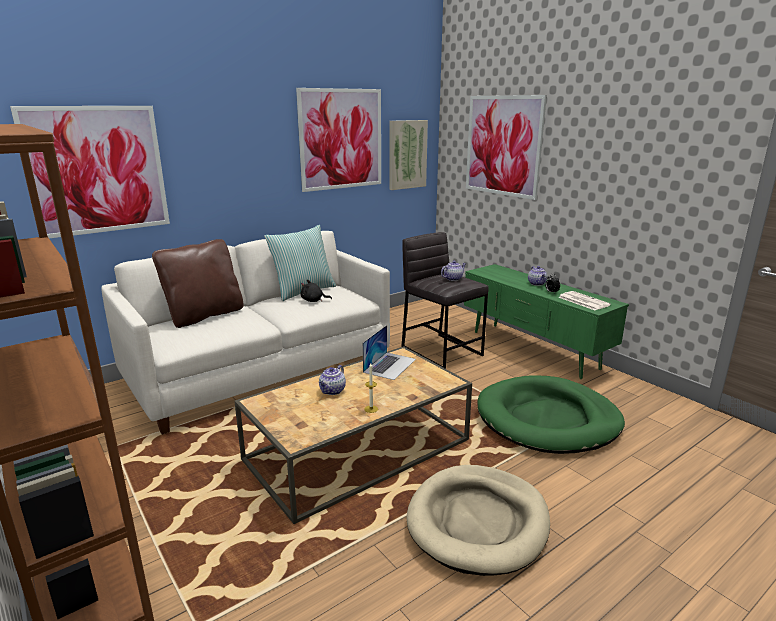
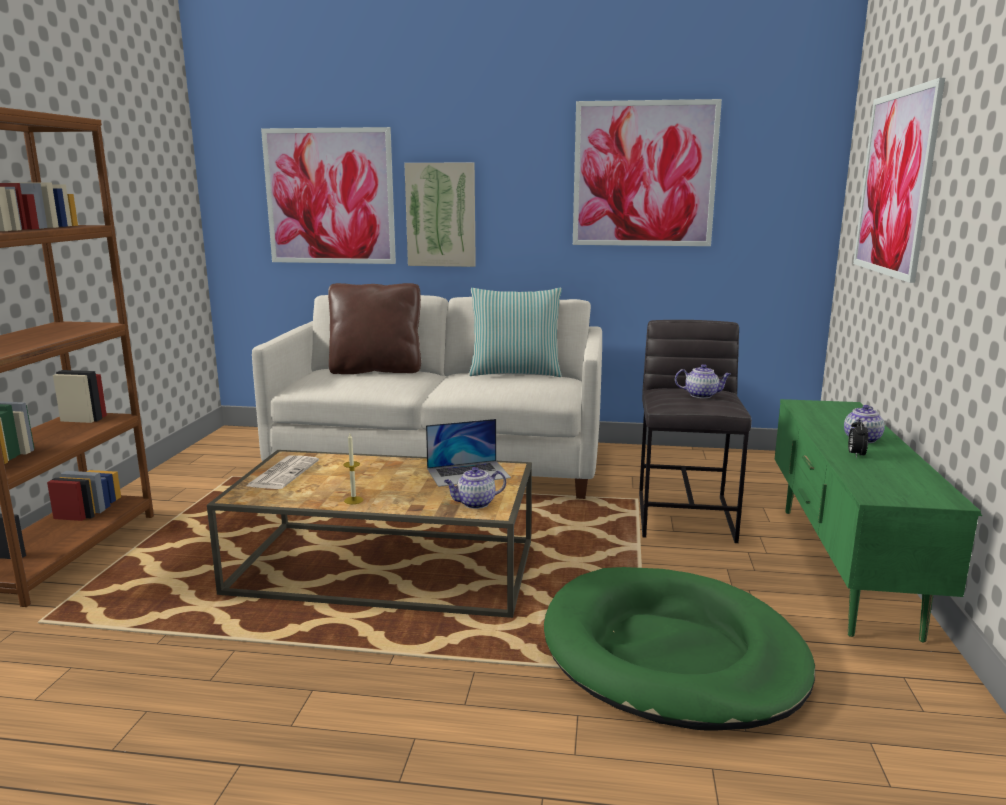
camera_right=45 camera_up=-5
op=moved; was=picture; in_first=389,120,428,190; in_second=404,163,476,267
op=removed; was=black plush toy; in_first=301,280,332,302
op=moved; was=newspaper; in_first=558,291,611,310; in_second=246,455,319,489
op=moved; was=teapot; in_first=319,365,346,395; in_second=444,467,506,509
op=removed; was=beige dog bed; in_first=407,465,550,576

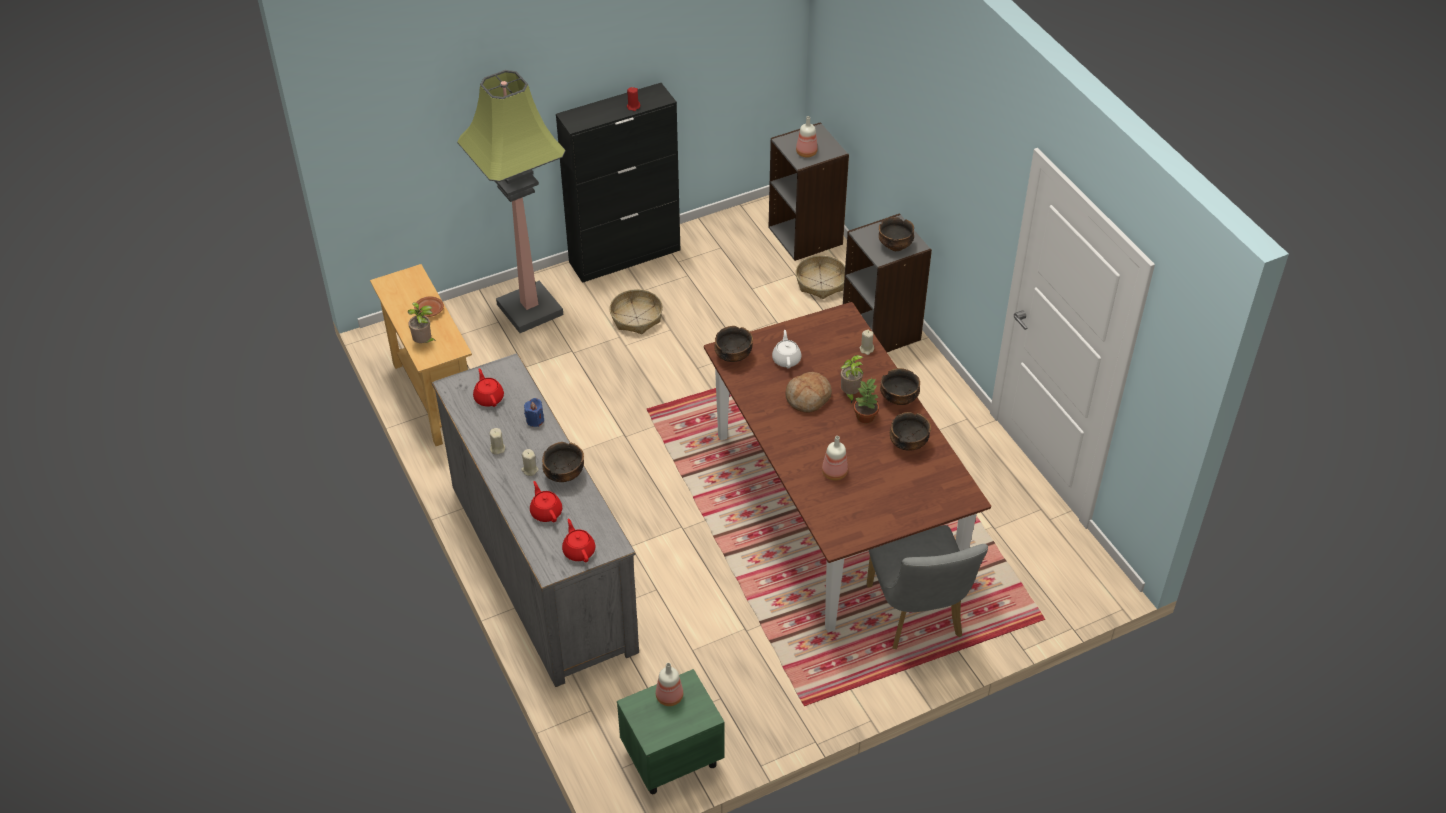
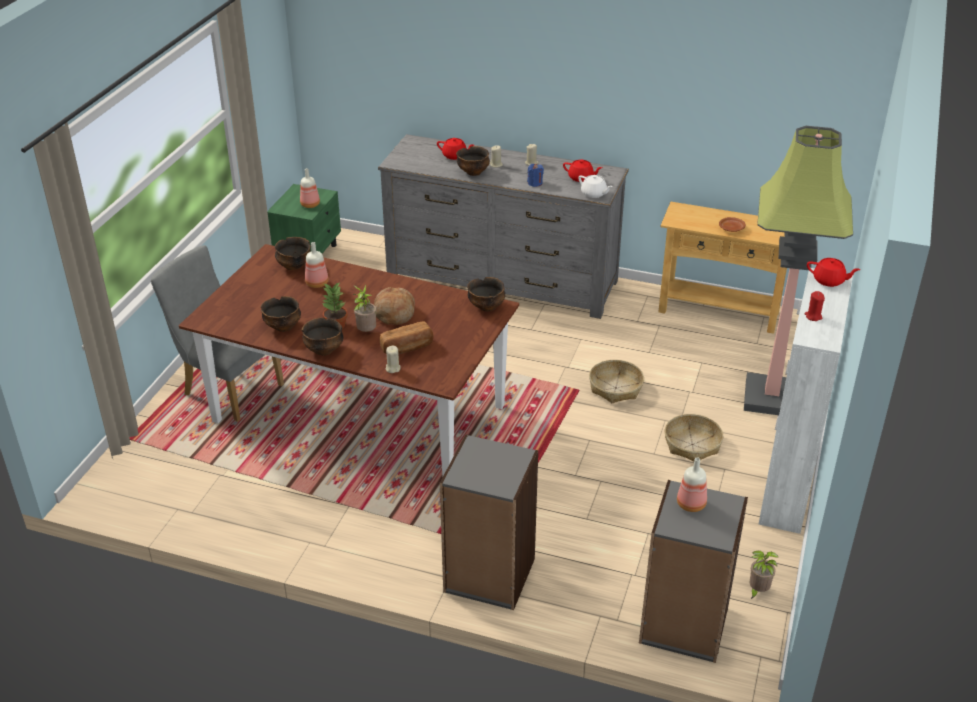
camera_right=135 camera_up=-10
op=recoloured; was=black cabinet; now=white cabinet; in_first=556,83,680,283; in_second=759,268,853,534
op=moved; was=bowl; in_first=879,217,914,251; in_second=275,237,311,270
op=moved; was=basket; in_first=796,255,845,299; in_second=589,360,644,403
op=moved; was=potted plant; in_first=408,302,437,343; in_second=750,551,779,599
op=moved; was=white teapot; in_first=772,330,801,369; in_second=578,175,613,198
op=moved; was=red teapot; in_first=562,519,595,562; in_second=807,258,860,287
op=added; now=bread; in_second=380,322,434,354

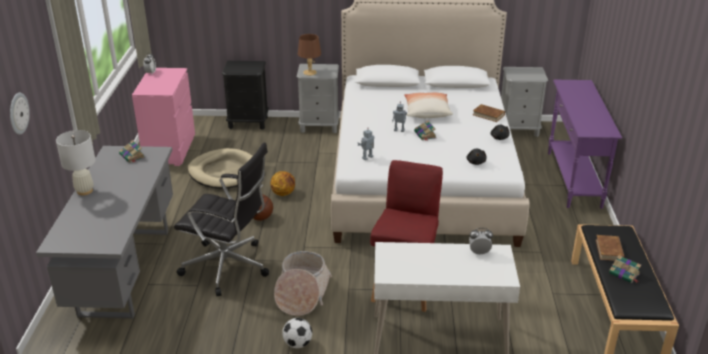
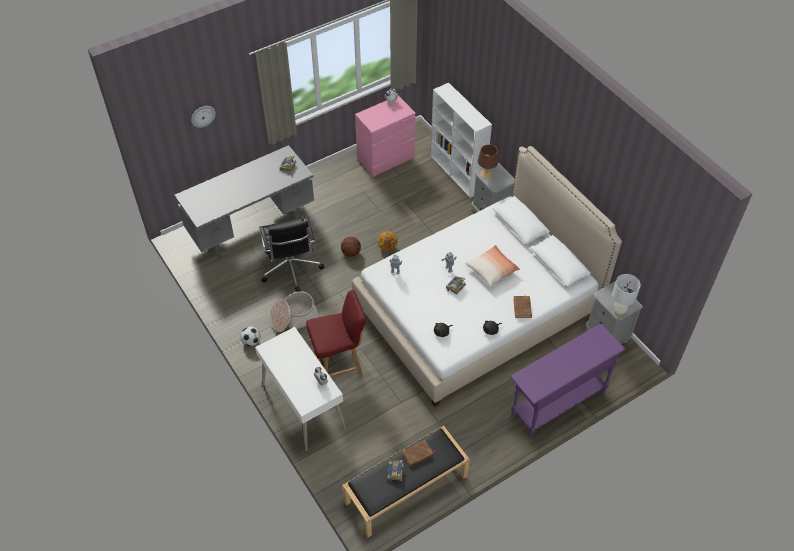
camera_right=55 camera_up=20
op=replaced; was=black nightstand; now=white bookcase; in_first=222,61,269,130; in_second=430,83,492,198
op=moved; was=white table lamp; in_first=56,130,96,195; in_second=612,274,641,316
op=removed; was=beige dog bed; in_first=188,148,253,189

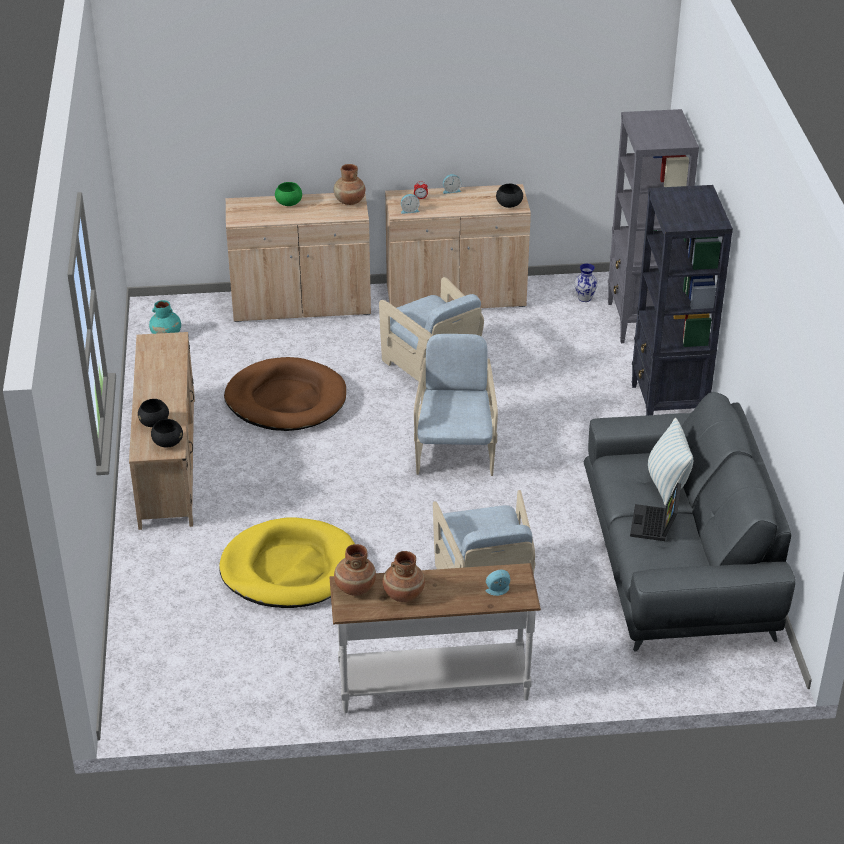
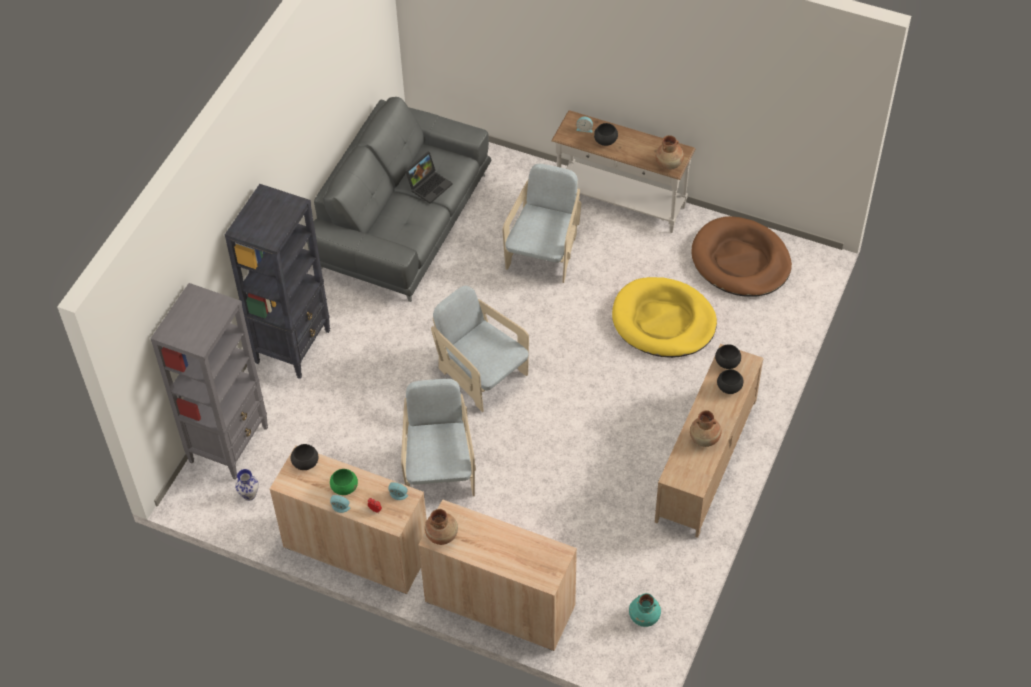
camera_right=-150 camera_up=15
op=moved; was=green bowl; in_first=275,182,302,206; in_second=330,469,358,495
op=turned; was=beige armchair; in_first=414,334,498,476; in_second=431,285,529,412; clockwise=105
op=moved; was=brown dog bed; in_first=224,357,346,431; in_second=691,216,792,297
op=removed; was=pillow; in_first=648,418,693,506
op=moved; was=brown vase; in_first=383,551,425,602; in_second=690,410,721,447
op=added; now=black bowl; in_second=594,123,618,146

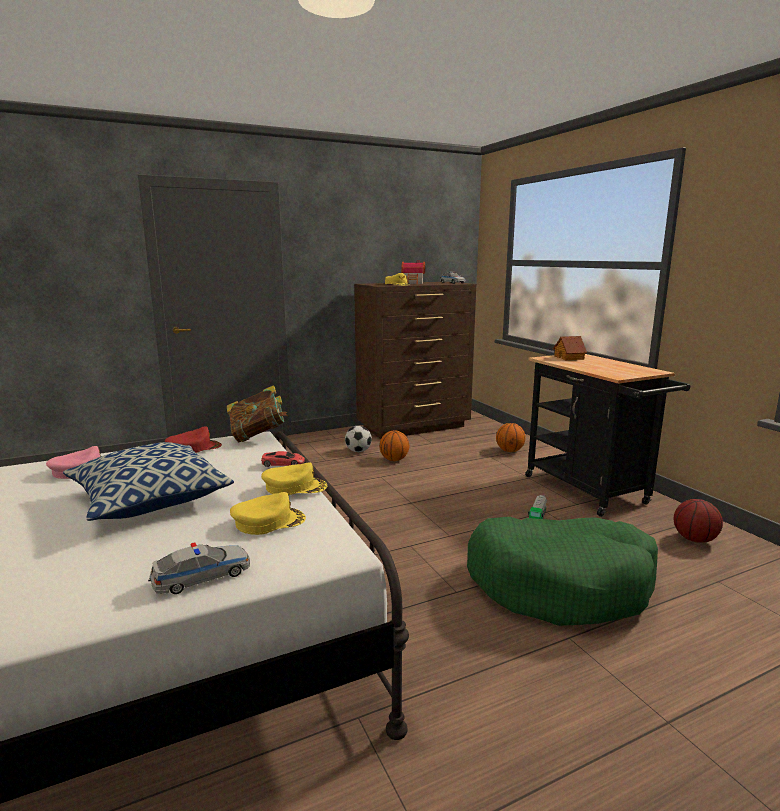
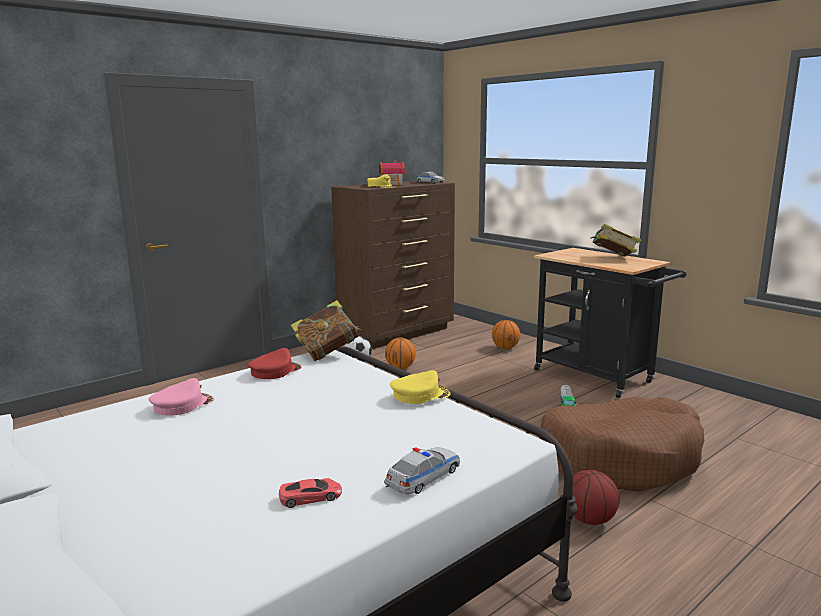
camera_right=-15 camera_up=0
op=removed; was=toy house; in_first=553,336,587,360
op=removed; was=pillow; in_first=63,442,234,521
op=moved; was=red toy car; in_first=261,451,305,467; in_second=279,478,342,508
op=removed; was=yellow cap; in_first=230,492,306,535
op=moved; was=basketball; in_first=674,499,723,543; in_second=573,470,620,525
op=recoloured; was=green dog bed; now=brown dog bed; in_first=467,517,658,626; in_second=539,396,704,492
op=added; now=book; in_second=590,224,641,256

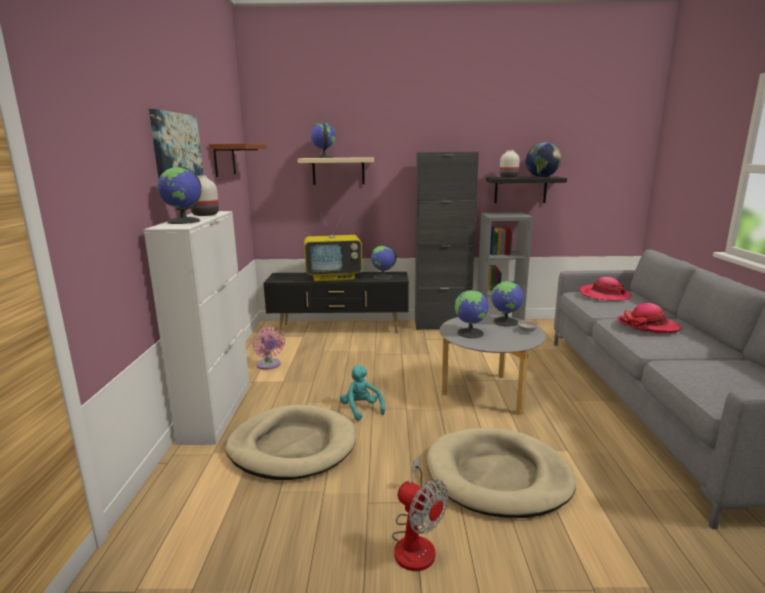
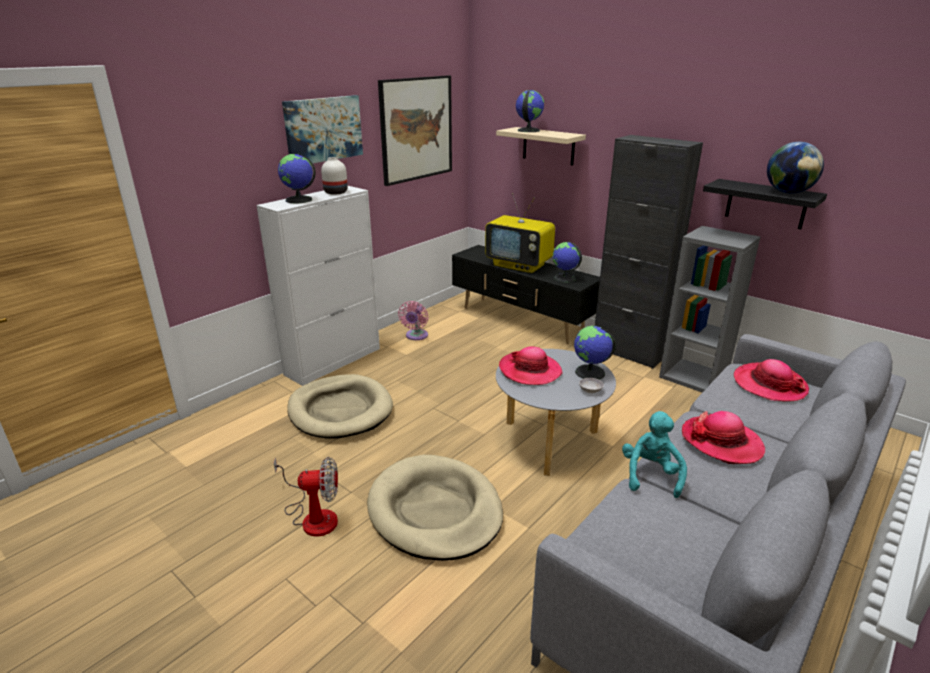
camera_right=40 camera_up=10
op=replaced; was=brown shelf; now=picture; in_first=209,144,267,177; in_second=378,75,452,186
op=removed; was=white vase; in_first=500,150,520,178
op=replaced; was=globe; now=hat; in_first=455,289,489,338; in_second=499,346,563,385
op=moved; was=turquoise plush toy; in_first=340,365,385,421; in_second=622,411,687,498
op=turned; was=fan; in_first=392,457,448,571; in_second=274,457,338,537; clockwise=-90

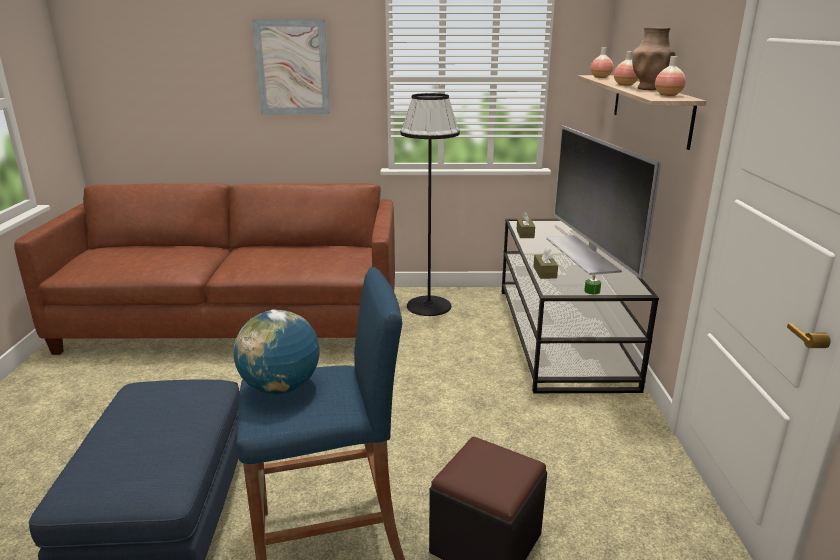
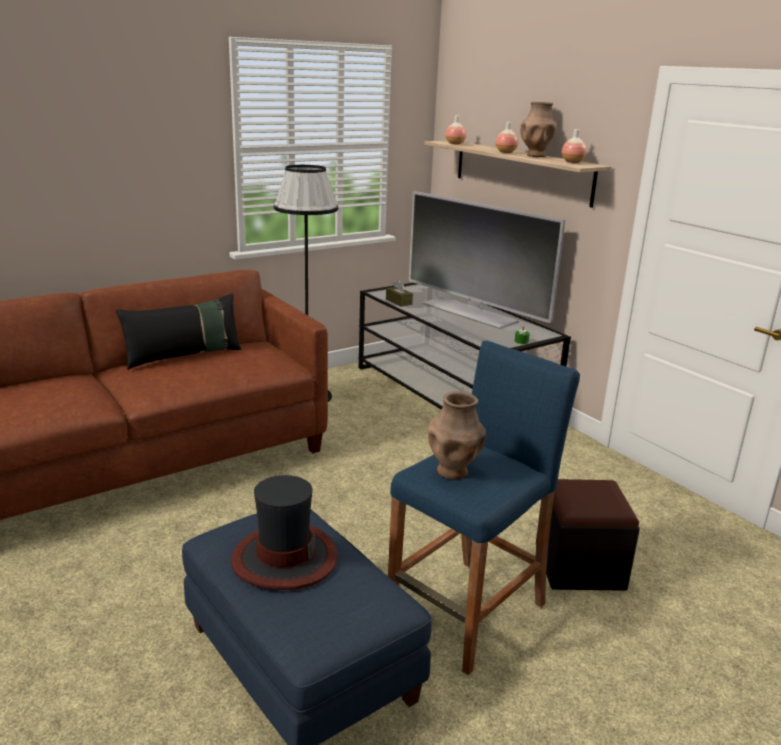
camera_right=-35 camera_up=0
op=removed; was=picture; in_first=252,20,330,114
op=removed; was=brown tissue box; in_first=534,247,558,279
op=replaced; was=globe; now=brown vase; in_first=234,309,320,394; in_second=428,392,486,480
op=added; now=black pillow; in_second=116,293,241,370
op=added; now=hat; in_second=231,475,338,590

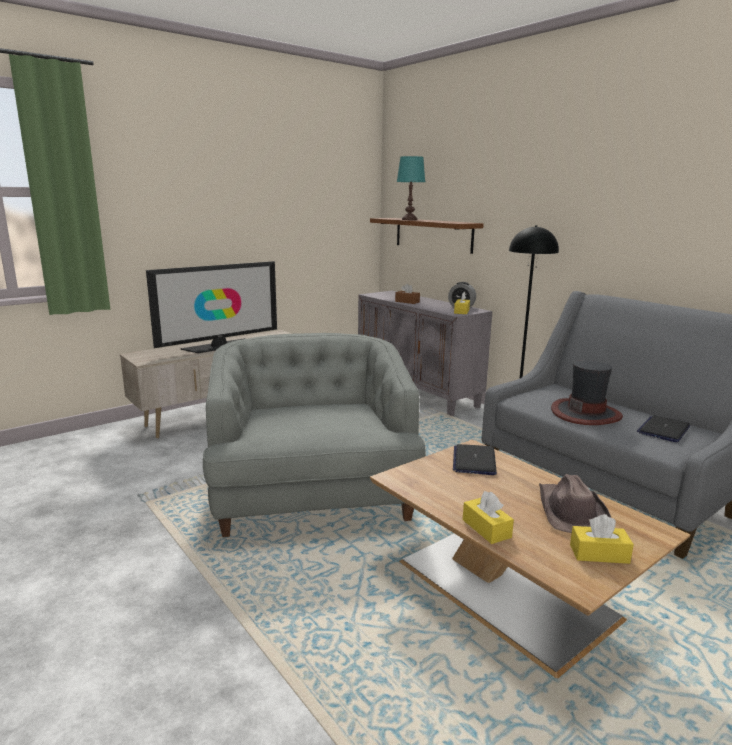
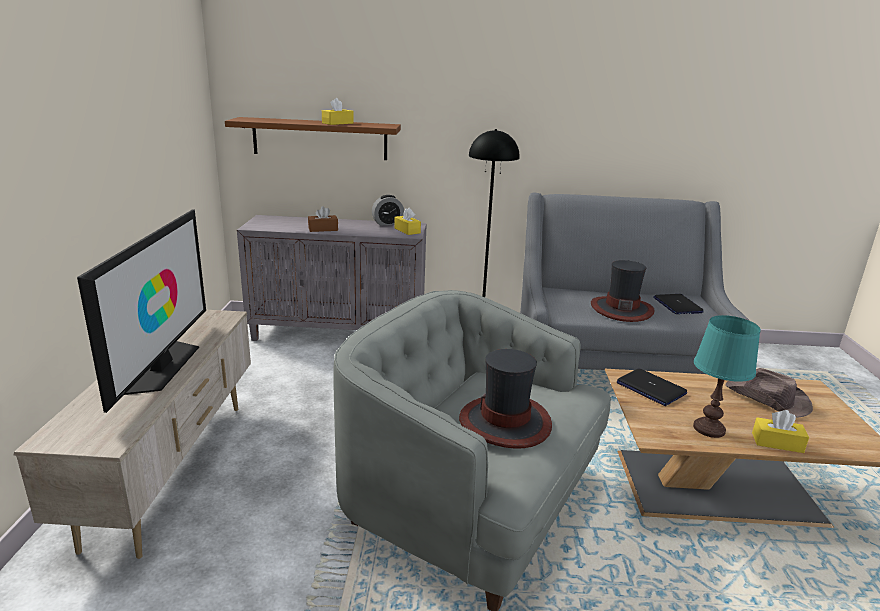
camera_right=-50 camera_up=5
op=moved; was=turquoise table lamp; in_first=397,156,425,220; in_second=693,315,761,438
op=moved; was=yellow tissue box; in_first=570,514,634,564; in_second=322,98,354,125
op=added; now=hat; in_second=459,349,552,449

